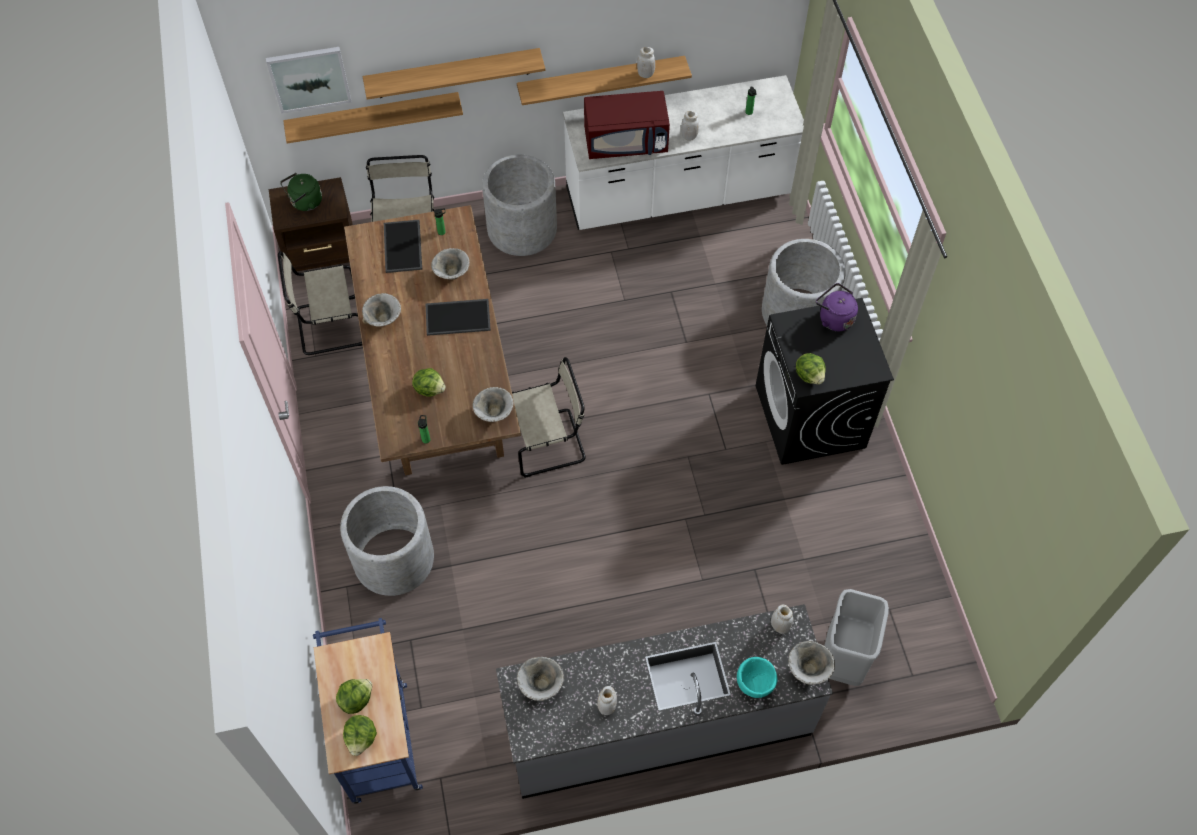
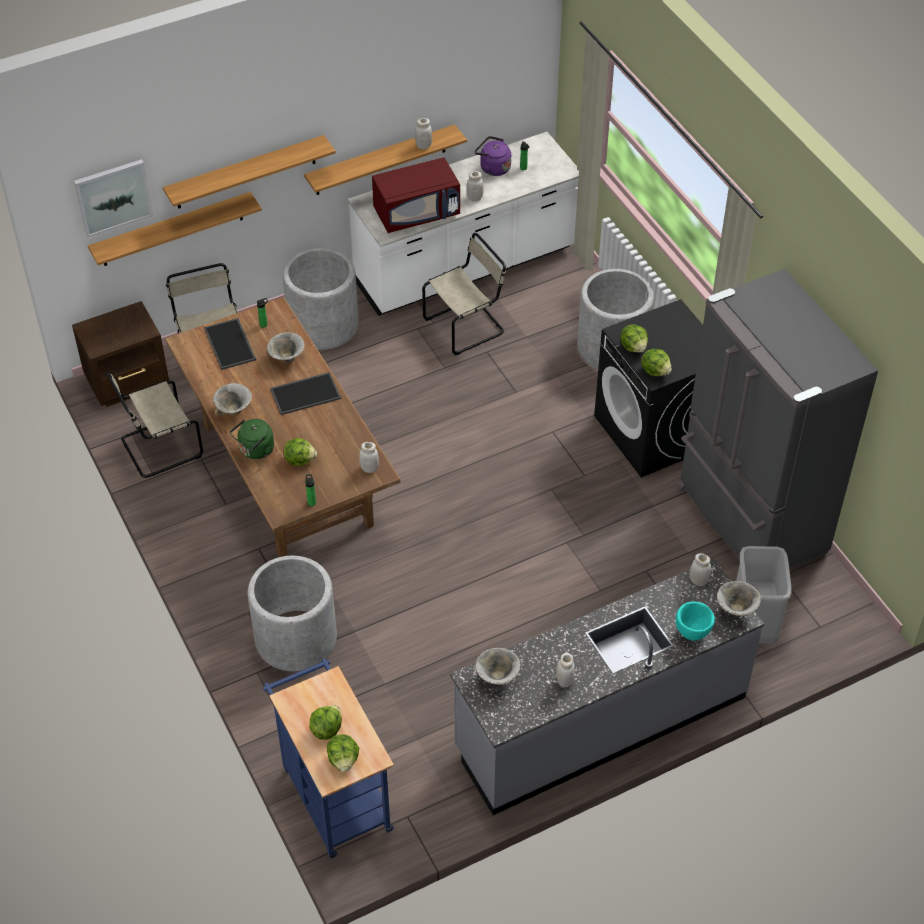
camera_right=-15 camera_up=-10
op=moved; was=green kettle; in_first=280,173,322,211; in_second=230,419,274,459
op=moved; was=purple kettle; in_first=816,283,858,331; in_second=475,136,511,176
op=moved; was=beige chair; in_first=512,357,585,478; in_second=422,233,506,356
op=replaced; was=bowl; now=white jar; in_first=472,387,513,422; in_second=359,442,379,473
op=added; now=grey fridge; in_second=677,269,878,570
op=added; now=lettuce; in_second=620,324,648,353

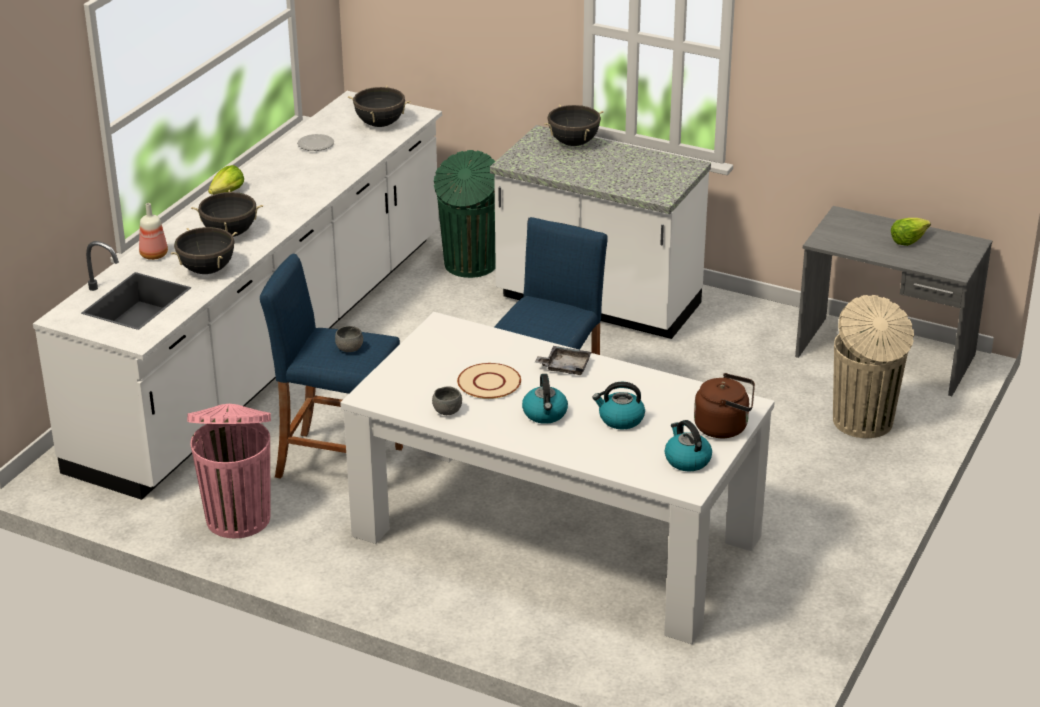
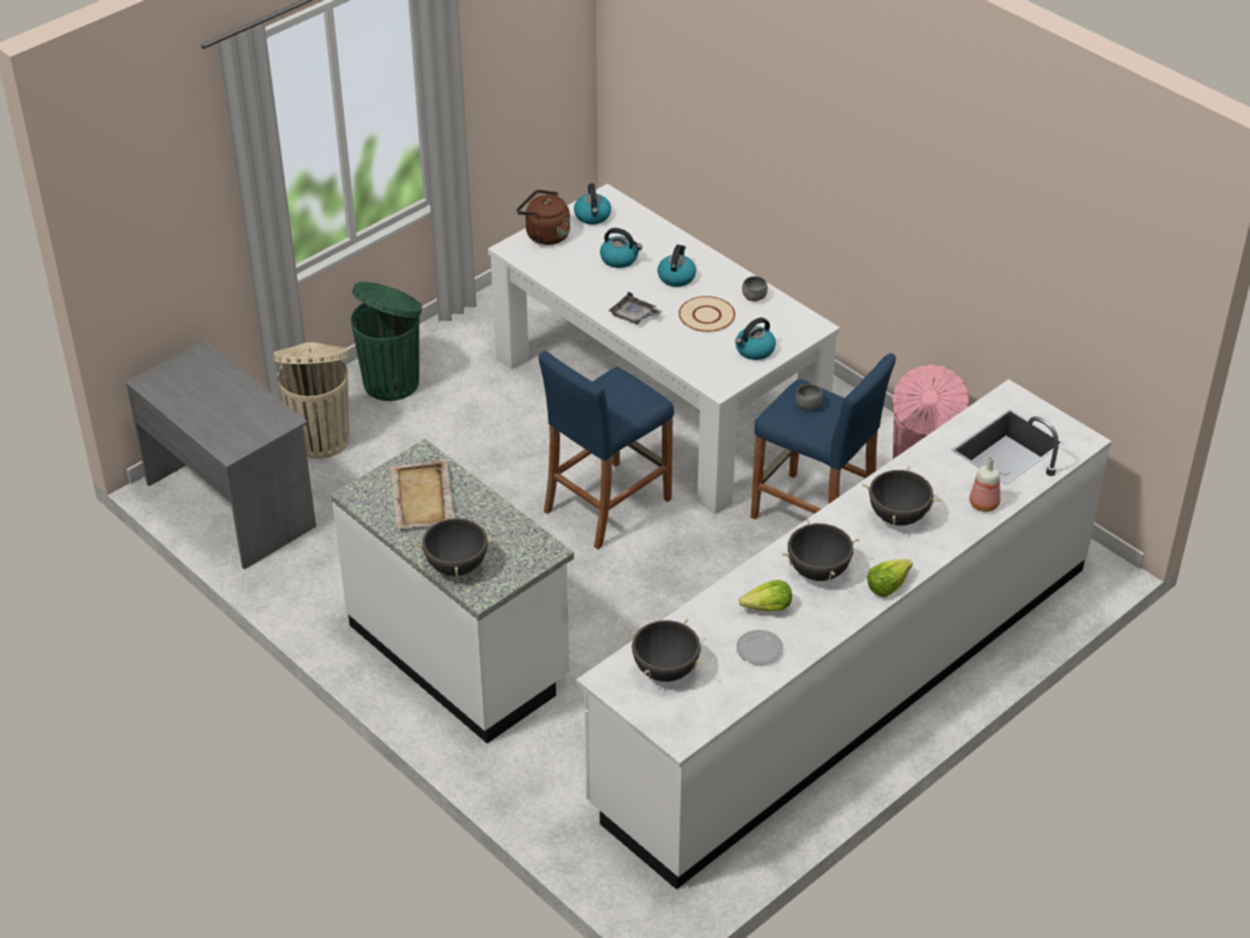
camera_right=-160 camera_up=10
op=moved; was=green trash can; in_first=434,150,496,278; in_second=351,282,422,401
op=moved; was=lettuce; in_first=891,218,931,246; in_second=739,580,792,611
op=moved; was=black cooking pot; in_first=171,227,237,274; in_second=782,519,859,581
op=added; now=kettle; in_second=735,317,776,360
op=added; now=beige tray; in_second=389,460,453,529

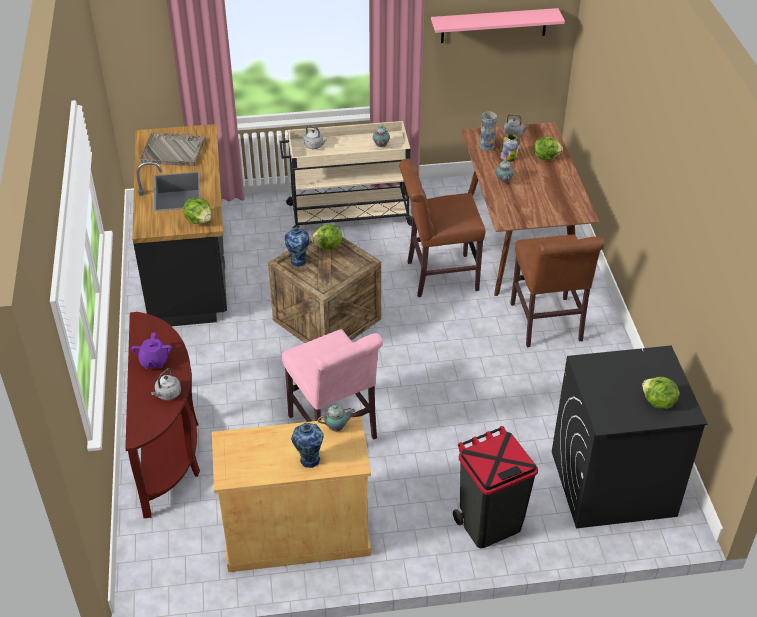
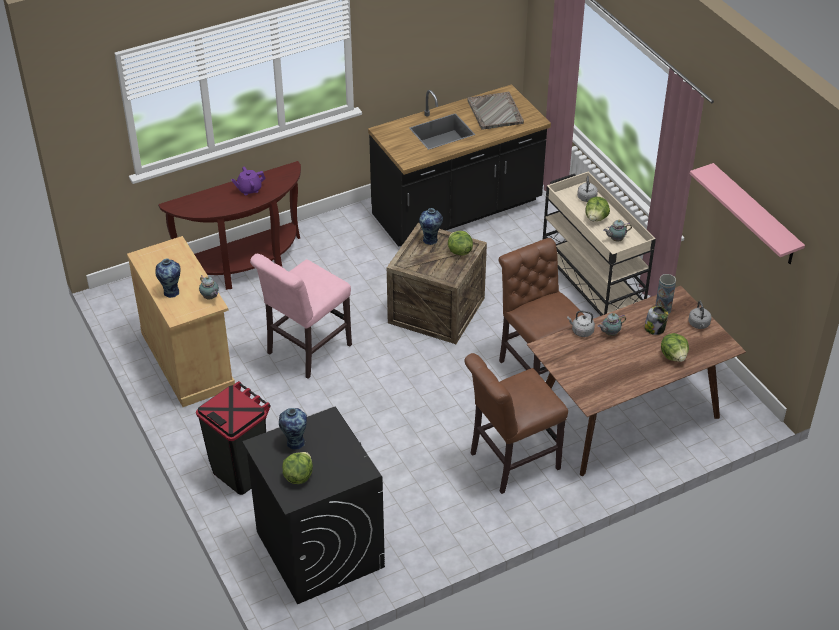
camera_right=70 camera_up=0
op=moved; was=lettuce; in_first=183,198,211,224; in_second=585,197,610,221
op=moved; was=grey kettle; in_first=151,368,181,400; in_second=567,310,595,337
op=added; now=vase; in_second=279,408,307,449

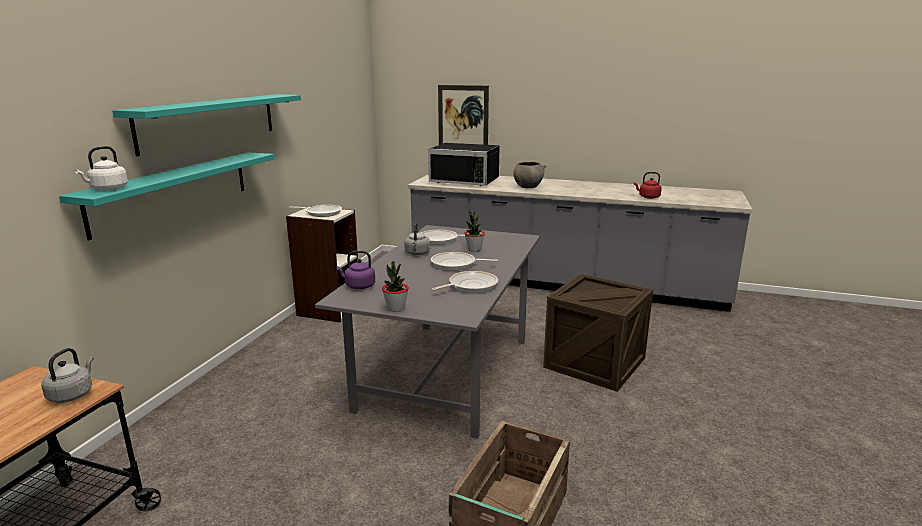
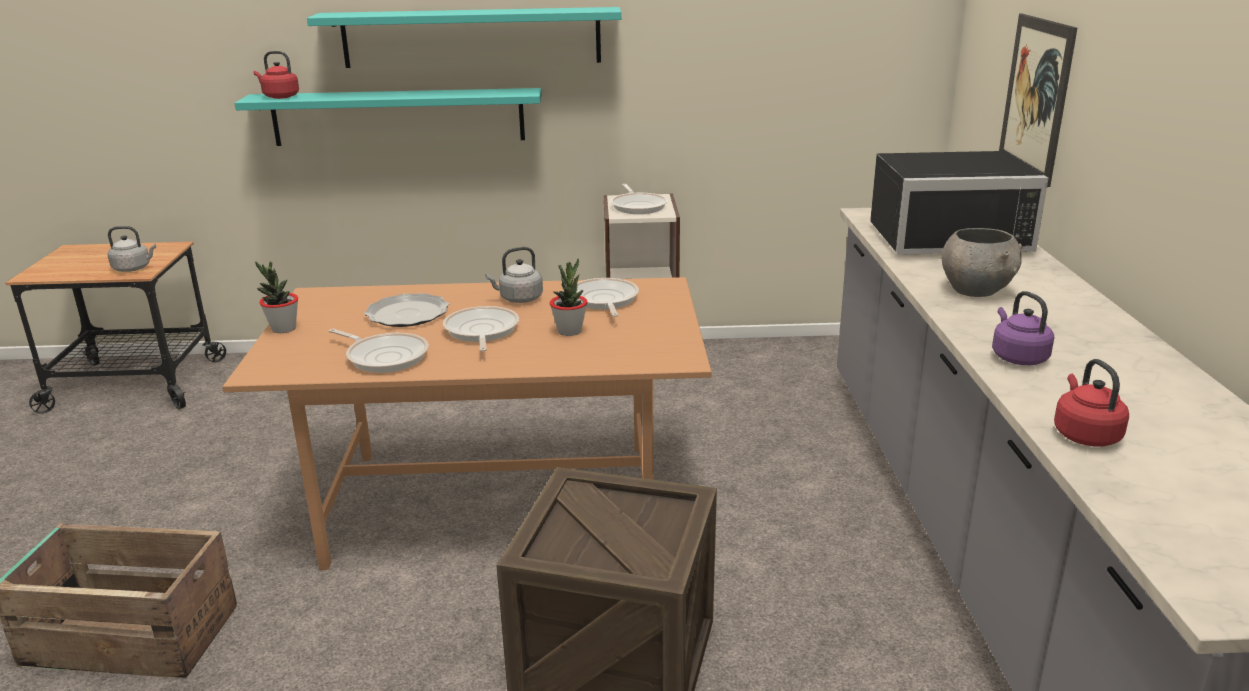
camera_right=70 camera_up=5
op=turned; was=black microwave; in_first=428,143,500,186; in_second=870,151,1049,255; clockwise=-90
op=recoloured; was=white kettle; now=red kettle; in_first=75,146,128,191; in_second=254,51,299,99
op=recoloured; was=grey dining table; now=brown dining table; in_first=315,225,540,439; in_second=222,277,712,570
op=moved; was=purple kettle; in_first=336,251,375,289; in_second=992,291,1054,365
op=added; now=plate; in_second=364,293,449,327

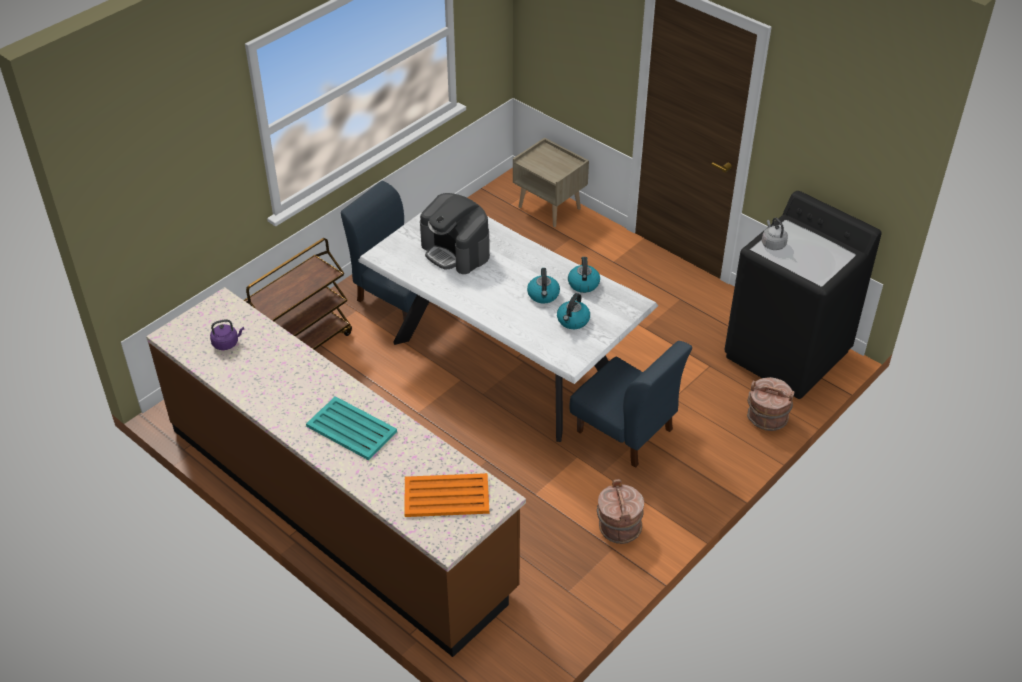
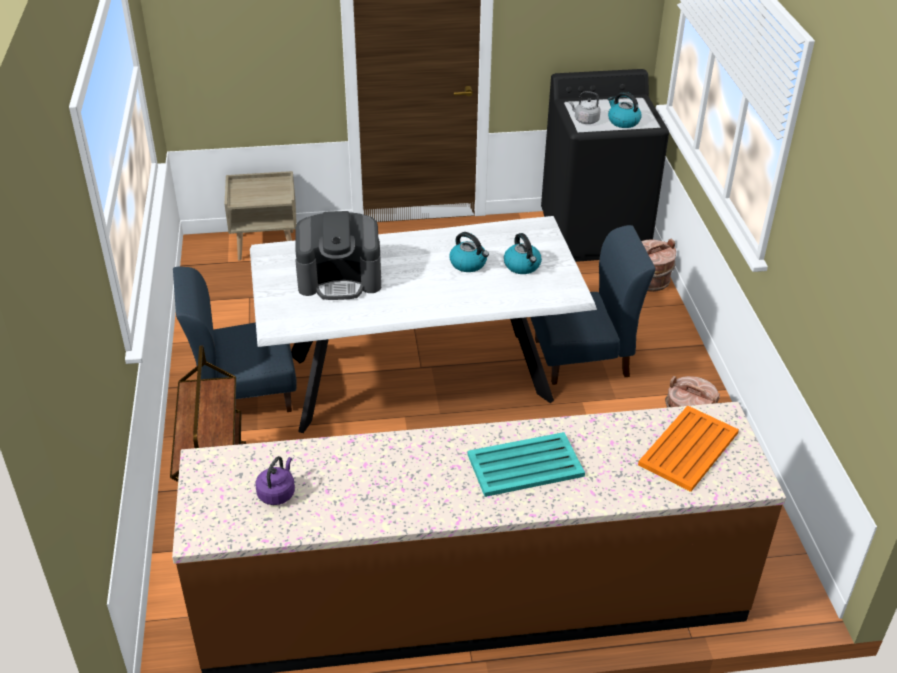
camera_right=-50 camera_up=-5
op=moved; was=kettle; in_first=568,257,600,293; in_second=608,92,642,128

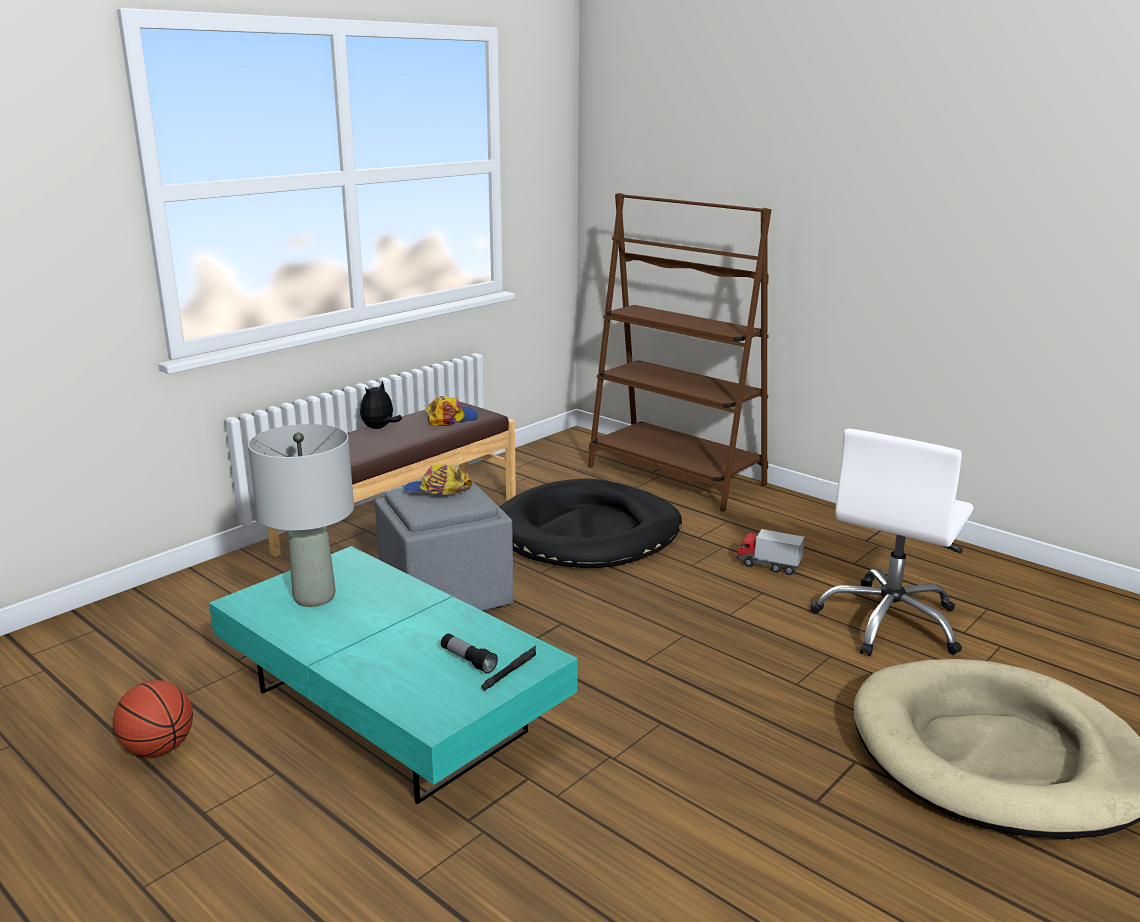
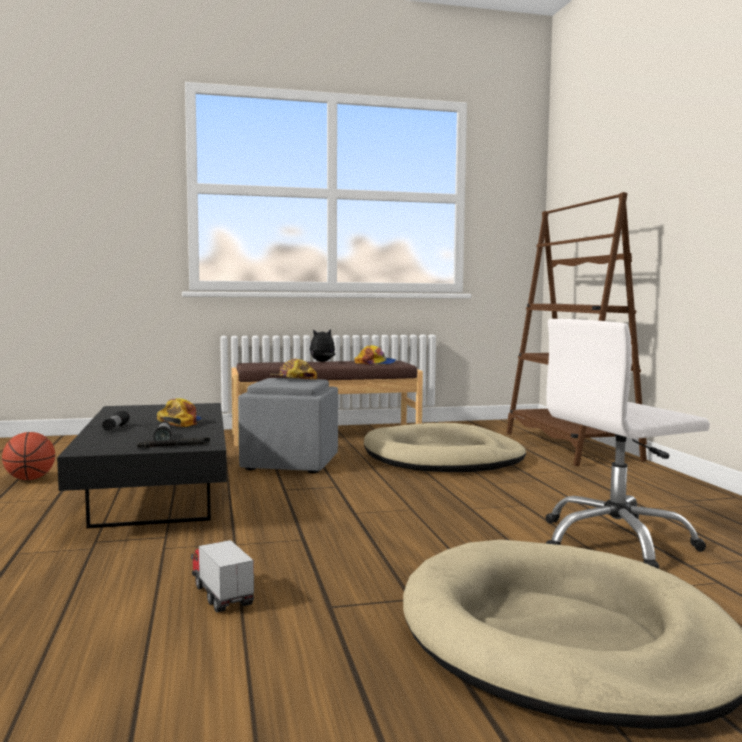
camera_right=35 camera_up=-15
op=removed; was=grey table lamp; in_first=248,424,354,607
op=recoloured; was=black dog bed; now=beige dog bed; in_first=500,478,682,568; in_second=364,423,526,472
op=moved; was=toy truck; in_first=736,529,805,575; in_second=191,540,254,613
op=recoloured; was=turquoise coffee table; now=black coffee table; in_first=209,546,578,804; in_second=57,403,227,528
op=added; now=cap; in_second=157,398,202,427
op=added; now=flashlight; in_second=102,410,130,431

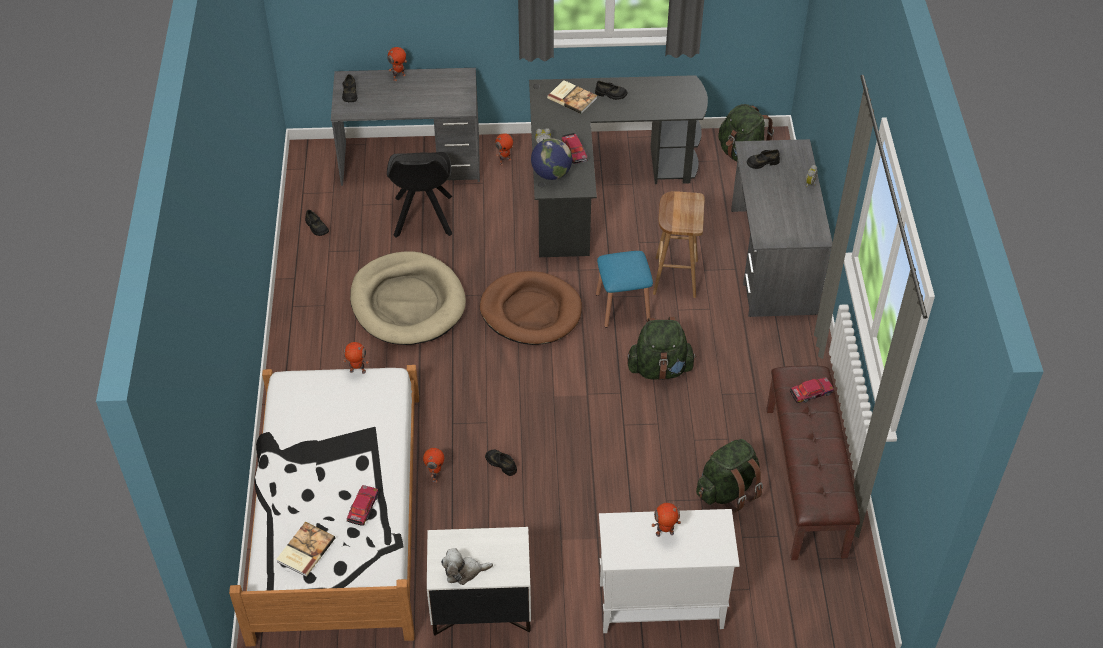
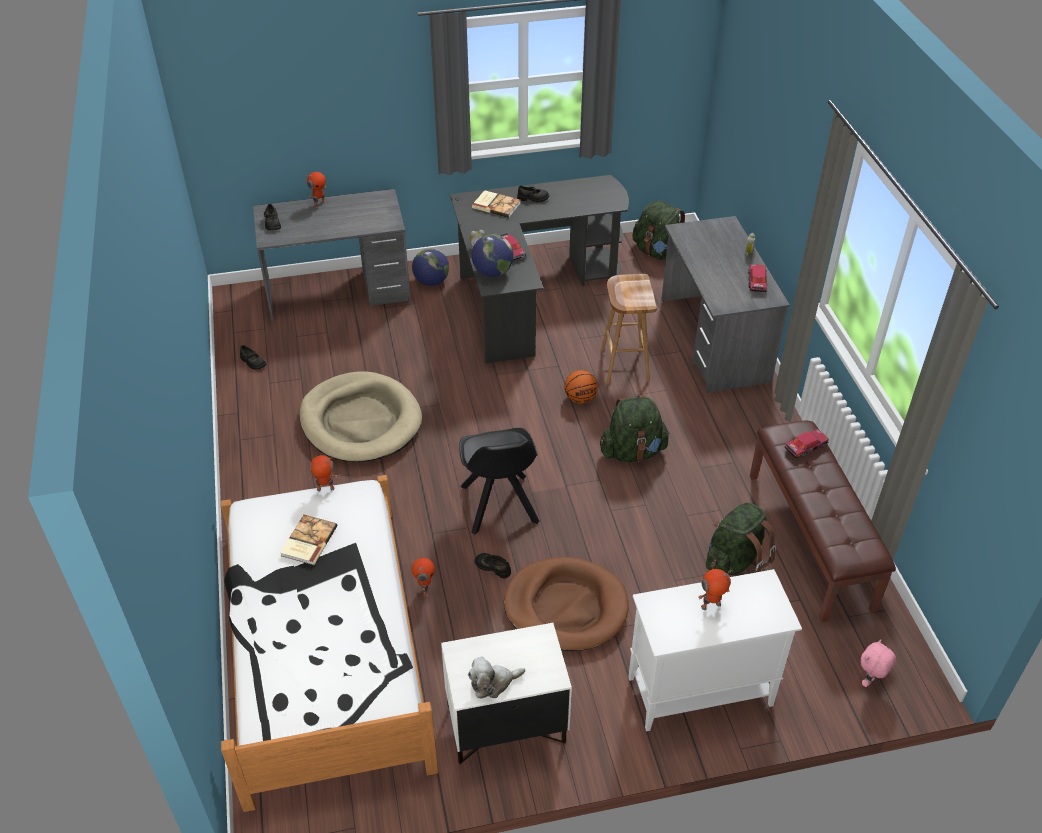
camera_right=-10 camera_up=-5
op=replaced; was=toy robot; now=globe; in_first=495,133,513,166; in_second=412,249,449,286
op=removed; was=black shoe; in_first=747,149,780,169
op=moved; was=black chair; in_first=387,152,453,237; in_second=459,428,539,535
op=replaced; was=blue stool; now=basketball; in_first=596,251,653,328; in_second=564,370,598,404
op=moved; was=brown dog bed; in_first=480,271,582,345; in_second=504,557,628,651
op=moved; was=toy car; in_first=347,485,379,526; in_second=748,264,767,292
op=moved; was=book; in_first=276,522,335,577; in_second=280,515,337,565
op=added; now=pink plush toy; in_second=861,639,896,687

